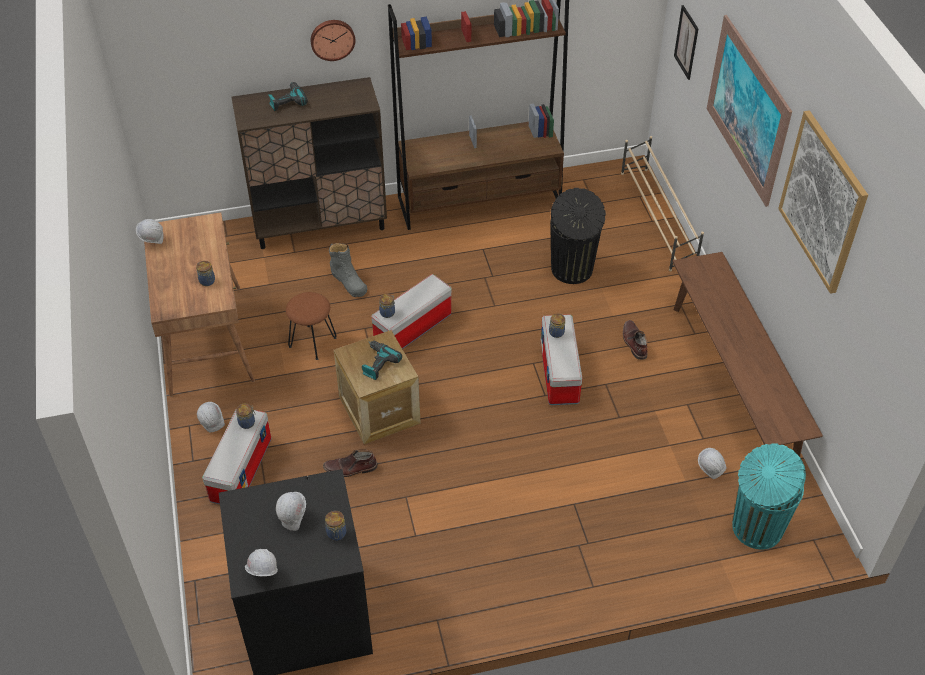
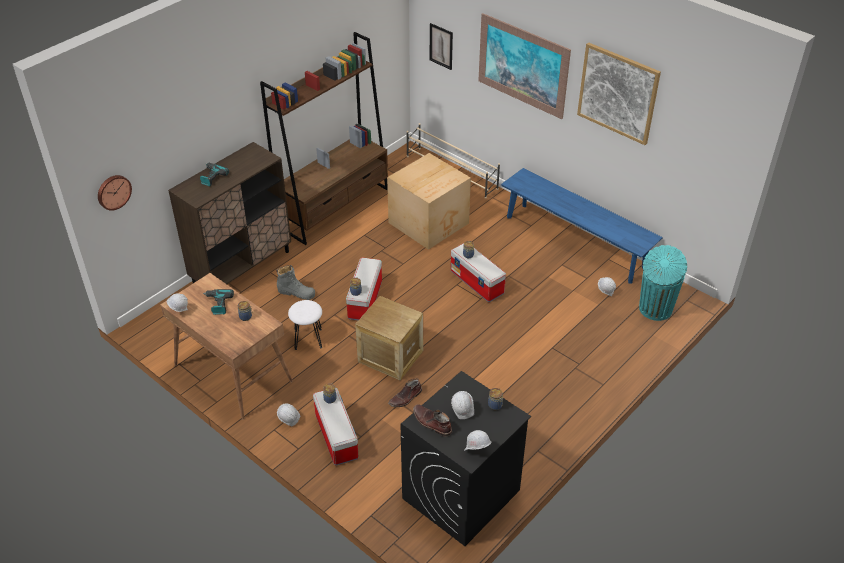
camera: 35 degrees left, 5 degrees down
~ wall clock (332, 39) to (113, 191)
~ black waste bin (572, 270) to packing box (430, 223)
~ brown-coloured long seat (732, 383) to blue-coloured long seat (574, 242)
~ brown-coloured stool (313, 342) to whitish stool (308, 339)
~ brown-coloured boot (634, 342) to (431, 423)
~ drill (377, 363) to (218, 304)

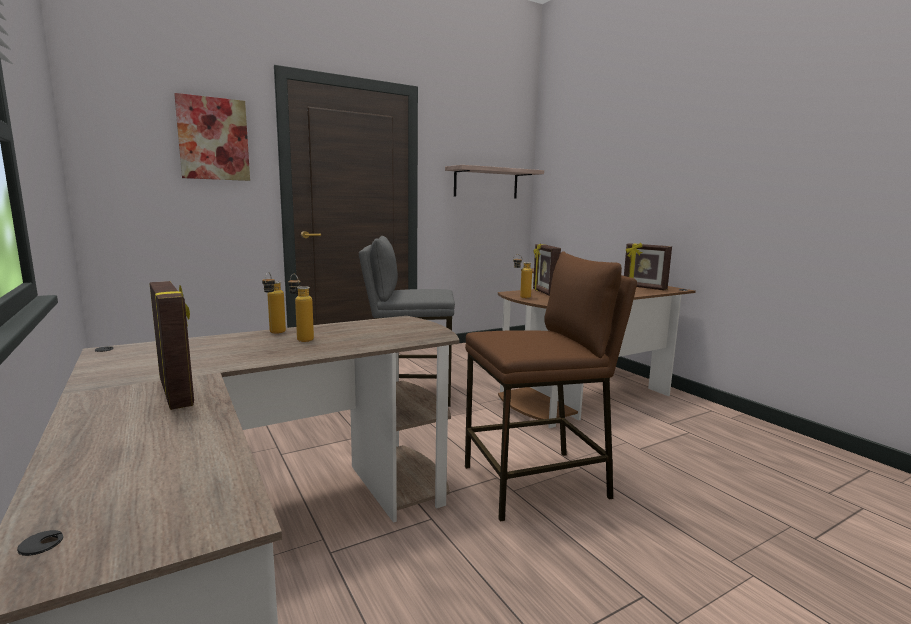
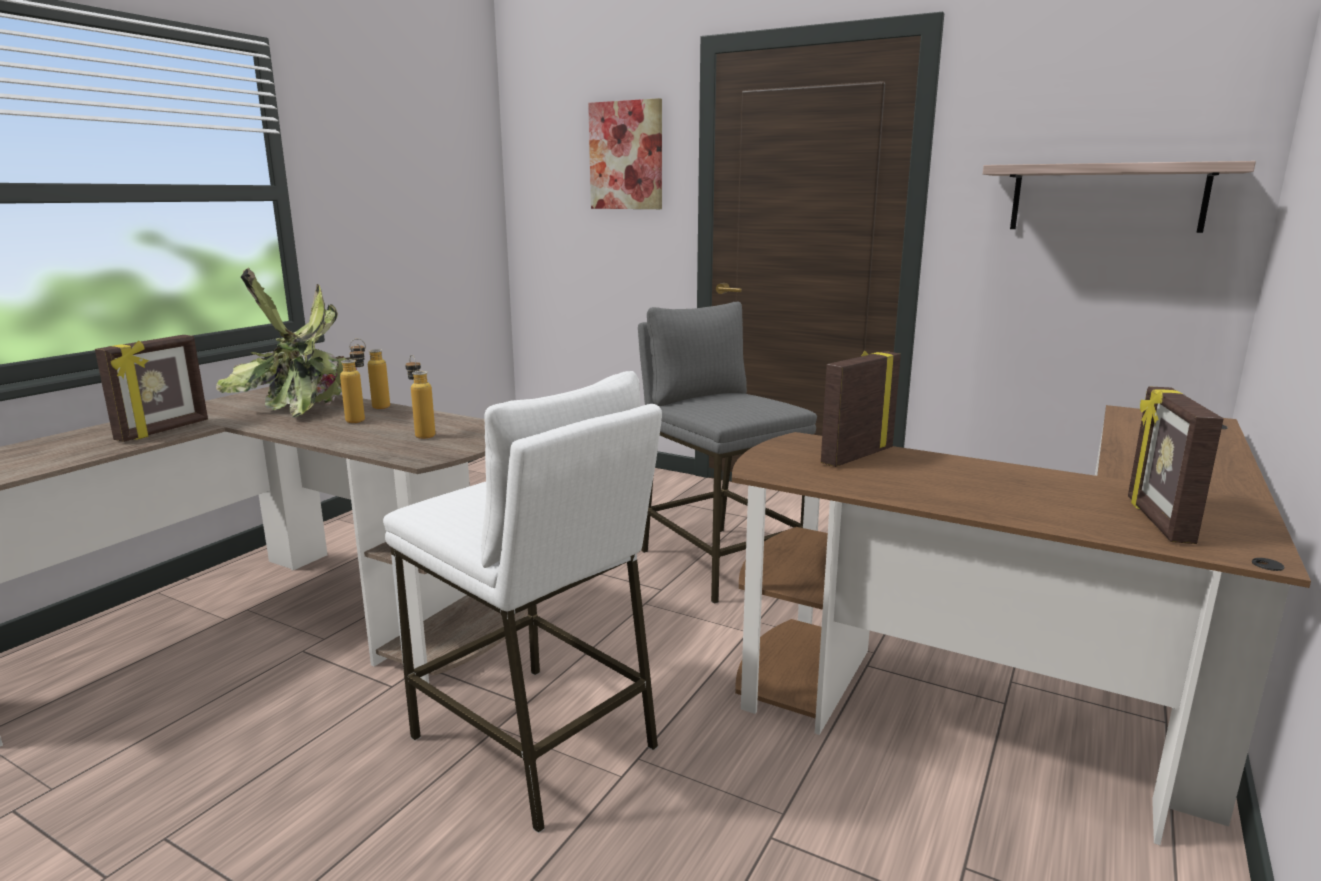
camera: 60 degrees right, 5 degrees up
~ brown-coloured stool (536, 483) to whitish stool (534, 742)
~ beverage bottle (521, 297) to (422, 434)
+ plant in a pot (303, 404)

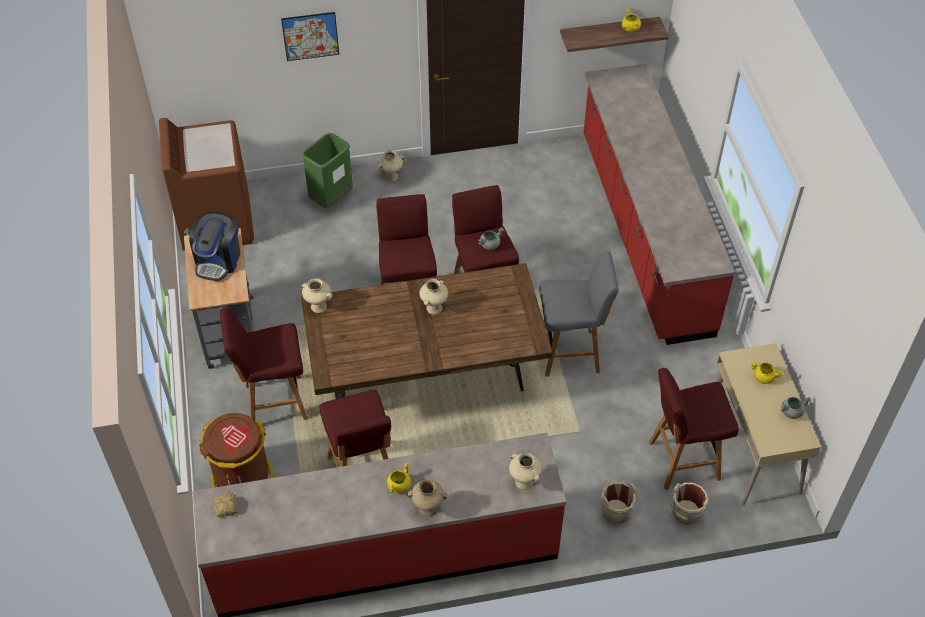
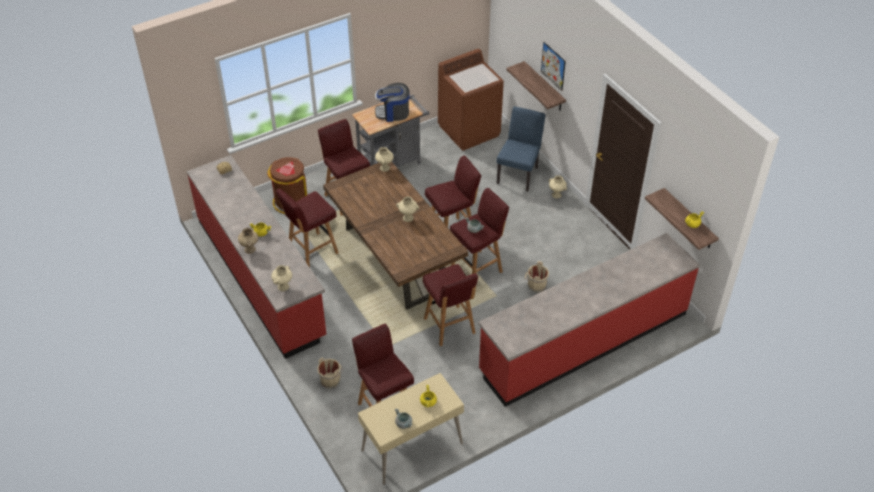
camera: 70 degrees right, 5 degrees down
~ green-coloured waste bin (331, 199) to blue-coloured plain chair (519, 173)
~ grey stool (571, 353) to red stool (449, 327)
~ beige bucket (685, 513) to (535, 285)
+ wall shelf (544, 87)

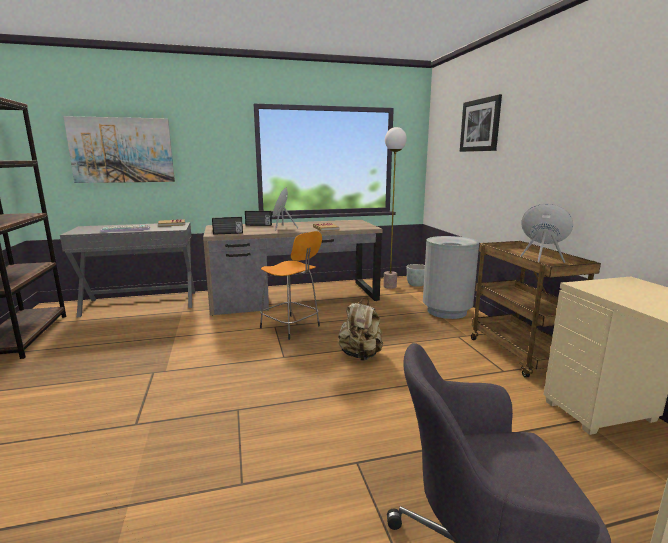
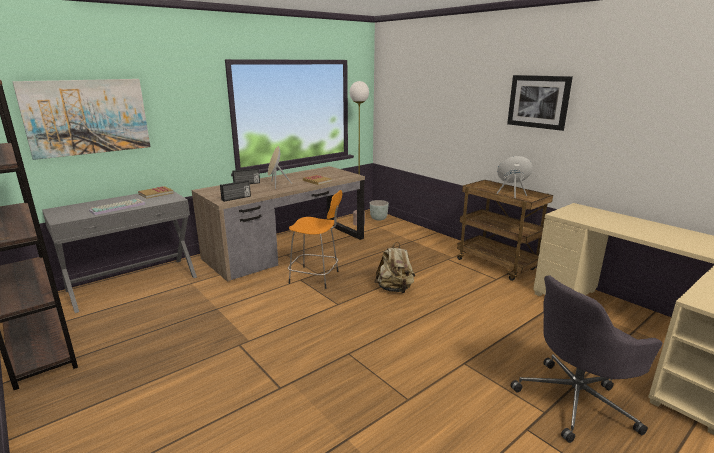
camera: 25 degrees left, 5 degrees up
~ picture (480, 125) to (538, 101)
- grey waste bin (446, 311)

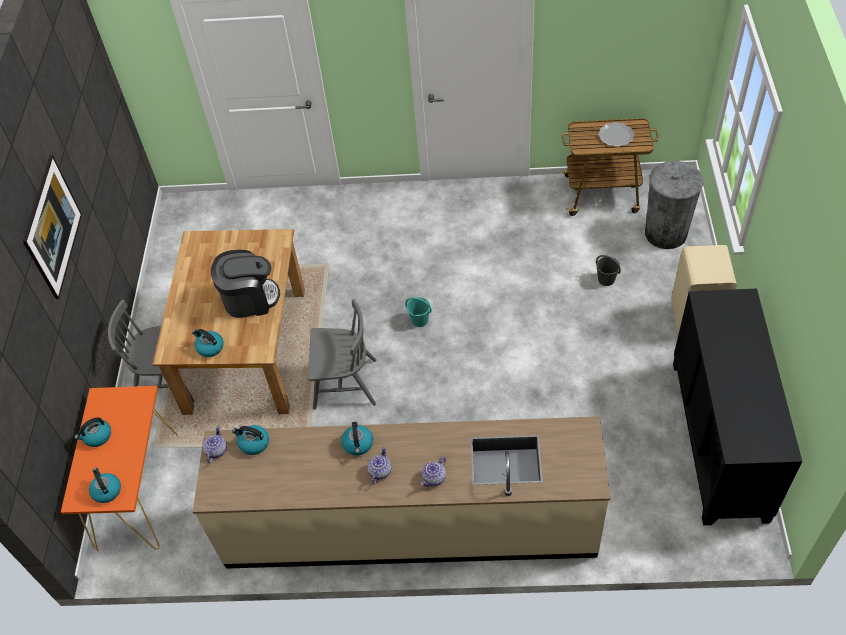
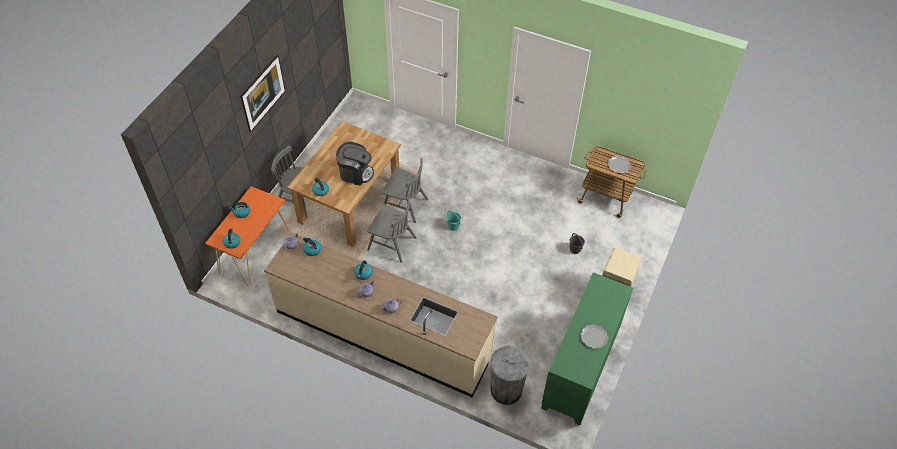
camera: 20 degrees right, 0 degrees up
~ grey waste bin (665, 233) to (506, 390)
~ black cupboard (719, 439) to green-coloured cupboard (581, 368)
+ grey plain chair (404, 205)
+ plate (593, 337)

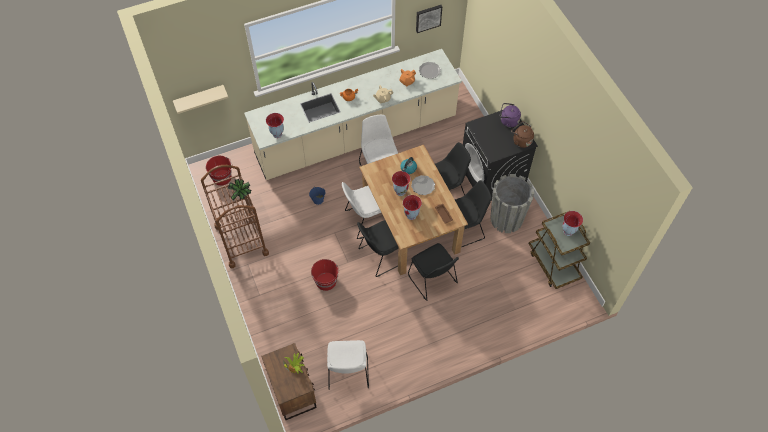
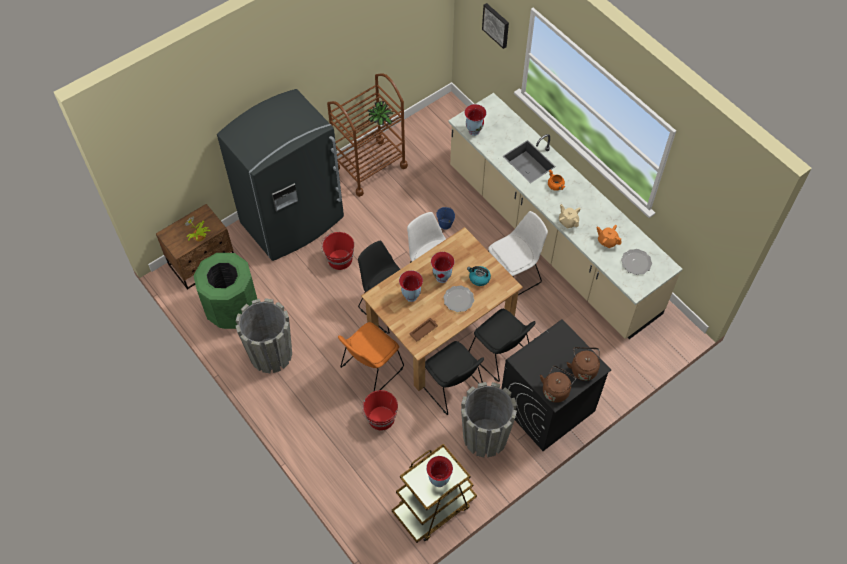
camera: 75 degrees right, 0 degrees up
~ picture (428, 18) to (496, 25)
- beige wall shelf (199, 98)
~ purple-coloured tea kettle (508, 121) to brown-coloured tea kettle (583, 368)
~ red bucket (222, 177) to (381, 418)
~ black plain chair (433, 280) to orangey plain chair (370, 369)
~ whitish plain chair (348, 373) to green-coloured waste bin (232, 309)
+ grey fridge (293, 221)
+ grey planter (271, 354)

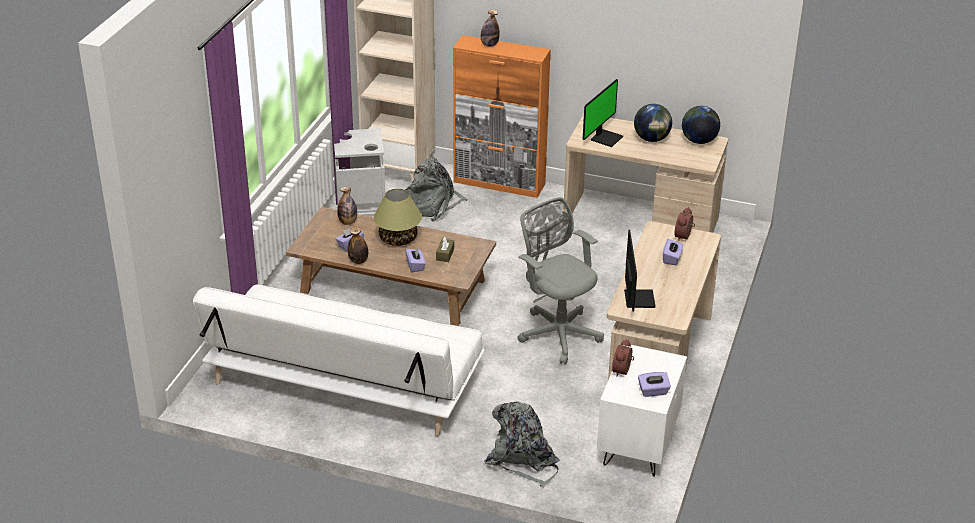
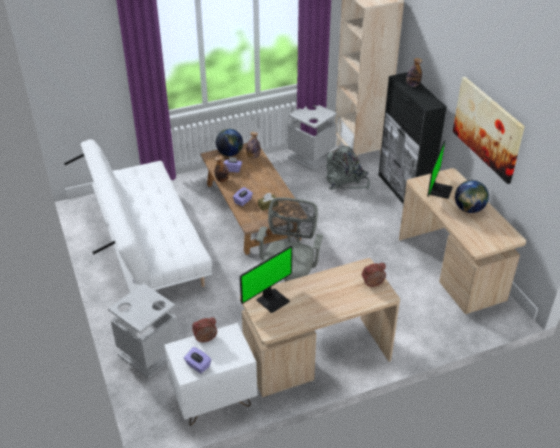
camera: 50 degrees right, 5 degrees up
~ orangey cupboard (499, 183) to black cupboard (403, 191)
~ computer screen (605, 138) = (439, 190) 60 degrees counterclockwise
~ desk globe (699, 141) to (230, 153)
- table lamp (398, 239)
- purple-coloured tissue holder (672, 259)
~ grey rucksack (523, 460) to grey waste bin (149, 353)
+ picture (487, 128)

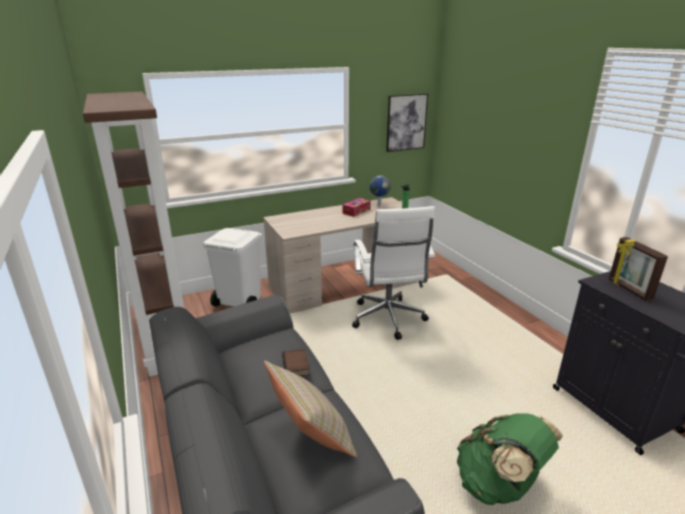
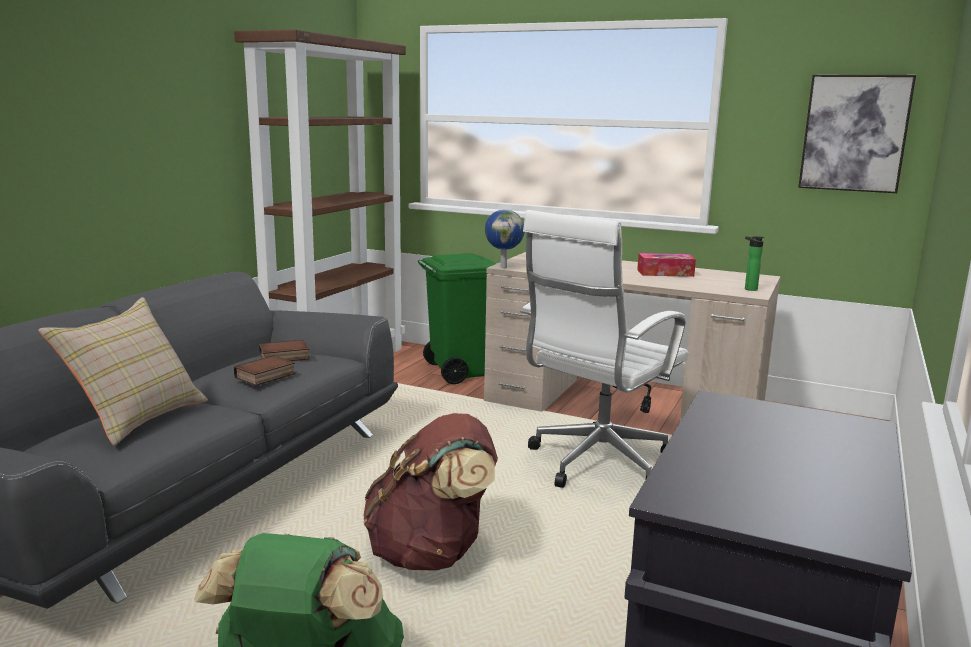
camera: 50 degrees right, 10 degrees down
~ desk globe (379, 205) to (503, 267)
~ whitish waste bin (239, 303) to green-coloured waste bin (459, 371)
- photo frame (629, 289)
+ volume (284, 357)
+ brown-coloured rucksack (432, 553)

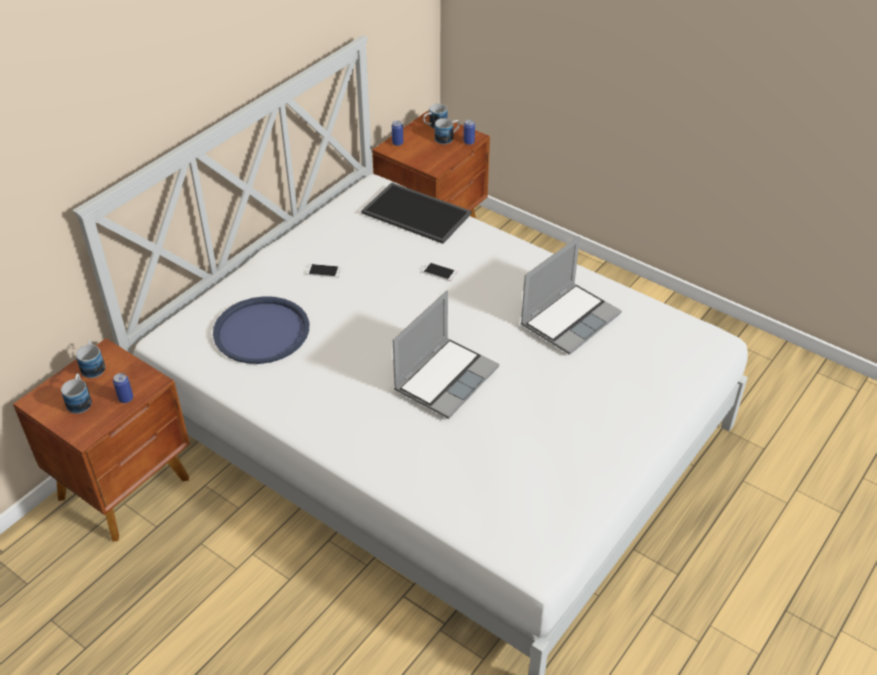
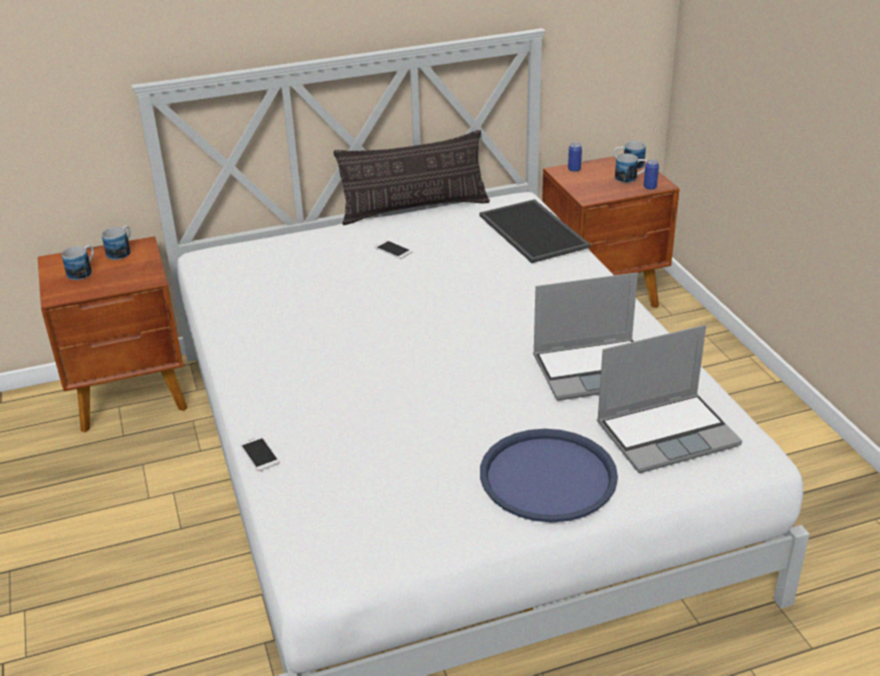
camera: 35 degrees right, 10 degrees down
~ phone (439, 272) to (259, 454)
~ notebook computer (446, 378) to (667, 433)
~ blue-coloured tray (261, 331) to (547, 476)
- sealed can (126, 398)
+ cushion (414, 209)

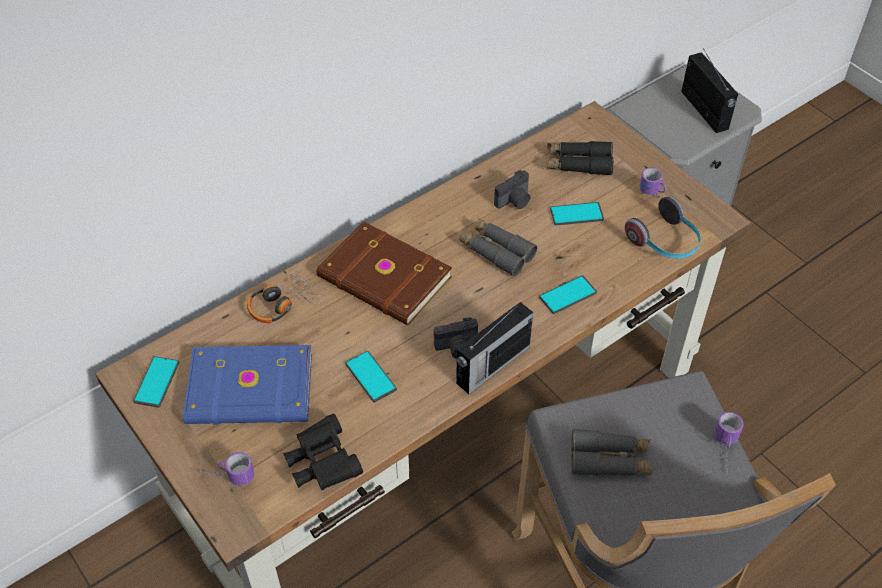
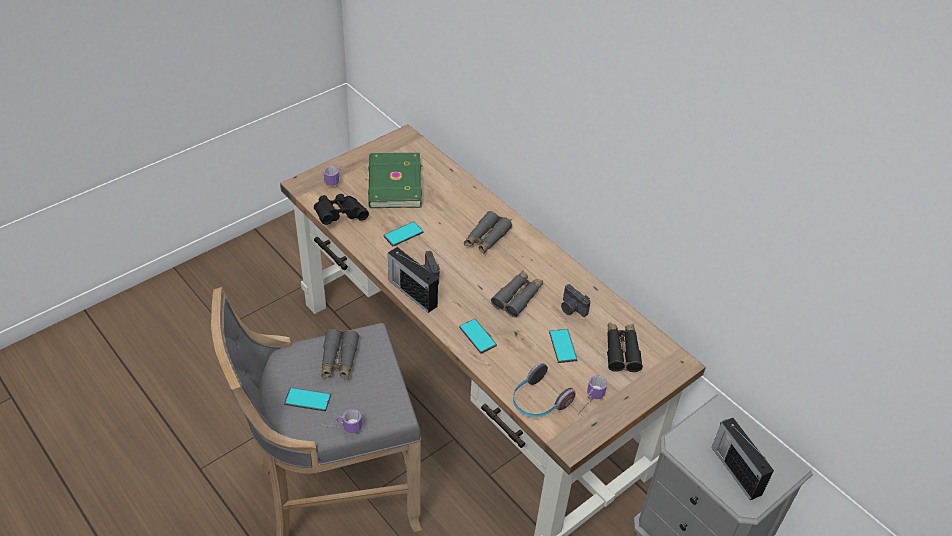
camera: 85 degrees right, 5 degrees down
~ radio set (705, 111) = (735, 469) 90 degrees clockwise
~ brown-coloured volume (384, 279) to grey pair of binoculars (486, 238)
- headset (282, 303)
~ blue-coloured volume (251, 391) to green-coloured volume (393, 184)
~ phone (157, 382) to (307, 400)

